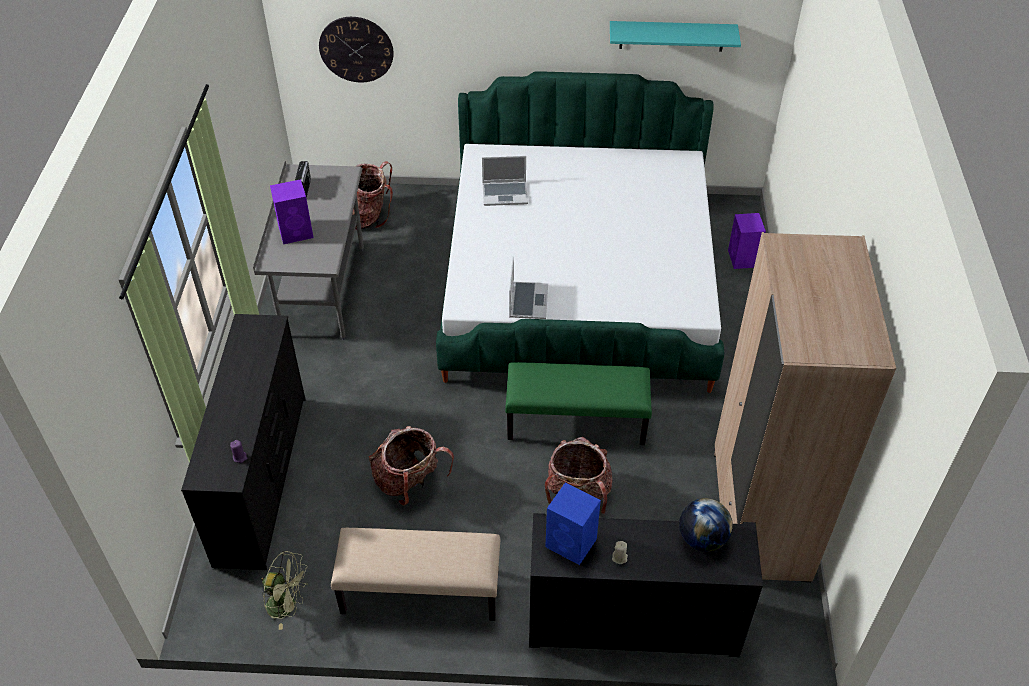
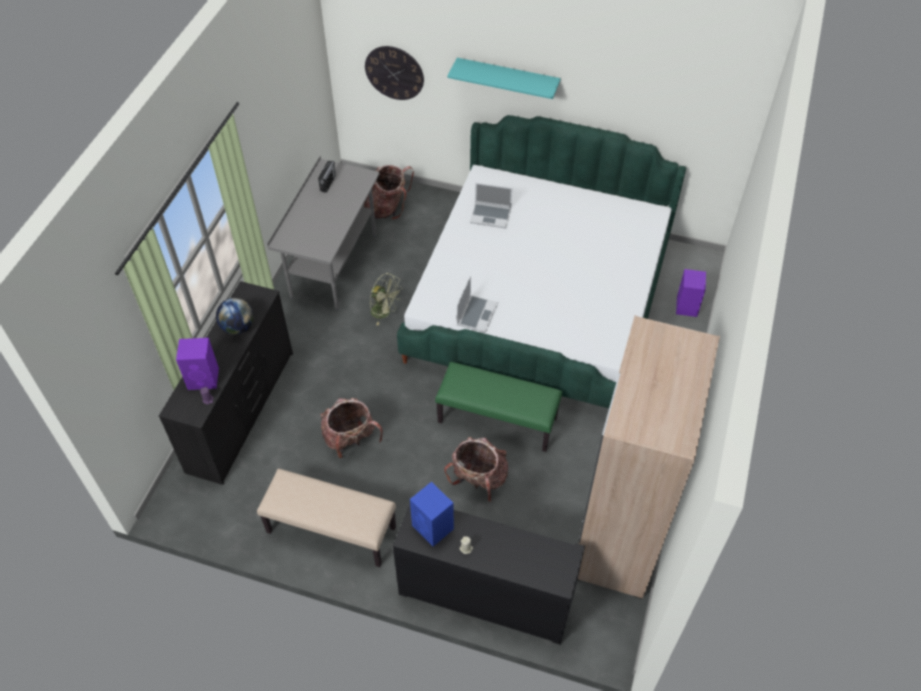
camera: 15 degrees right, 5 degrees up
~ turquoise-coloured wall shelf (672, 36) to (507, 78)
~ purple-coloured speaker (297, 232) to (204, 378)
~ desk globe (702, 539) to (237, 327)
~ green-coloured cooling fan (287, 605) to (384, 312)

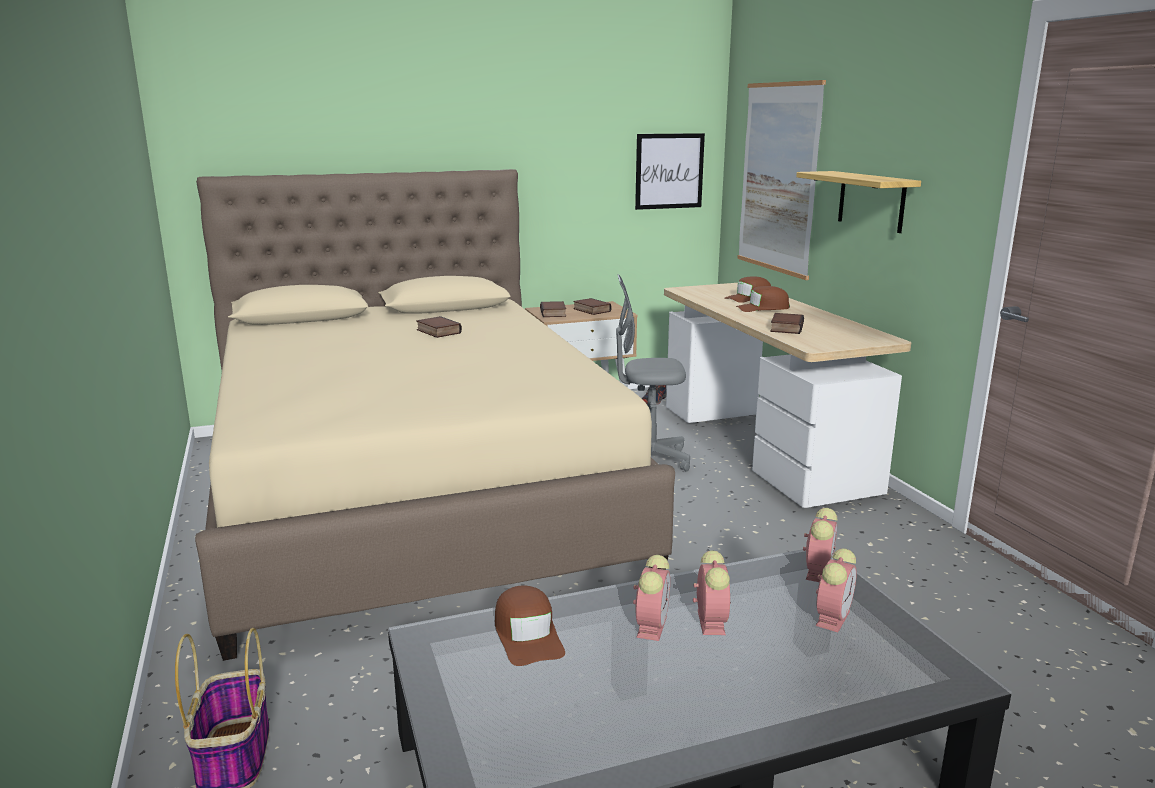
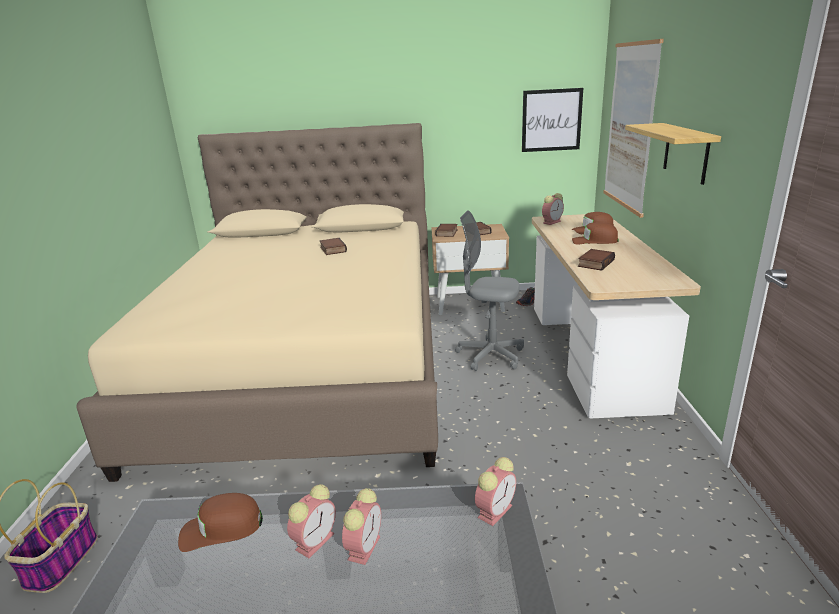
camera: 20 degrees right, 5 degrees up
~ alarm clock (832, 617) to (552, 222)
~ brown-coloured baseball cap (528, 635) = (221, 529) 75 degrees clockwise

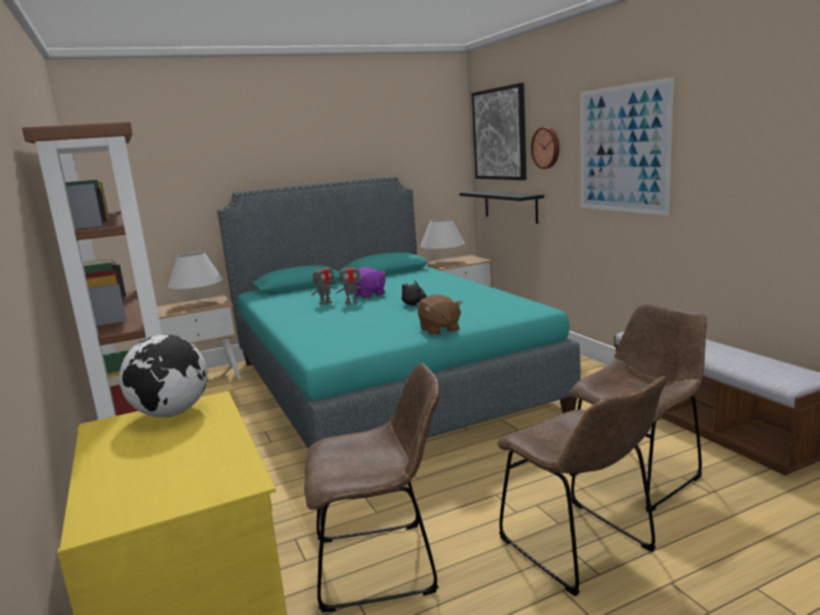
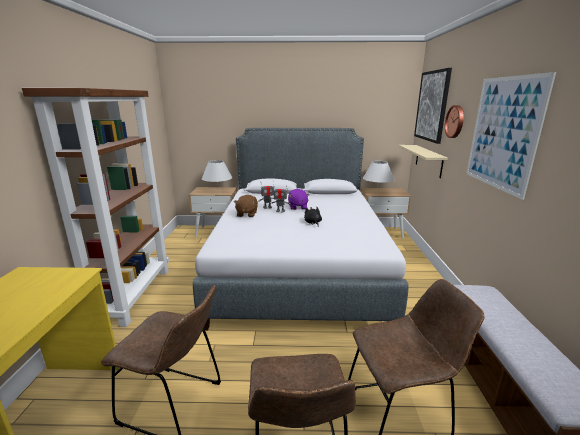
camera: 25 degrees right, 5 degrees up
~ turquoise-coloured bedroom bed (383, 384) to grey bedroom bed (298, 265)
~ black wall shelf (510, 206) to beige wall shelf (428, 160)
~ brown-coloured plush toy (439, 330) to (246, 214)
- desk globe (171, 413)

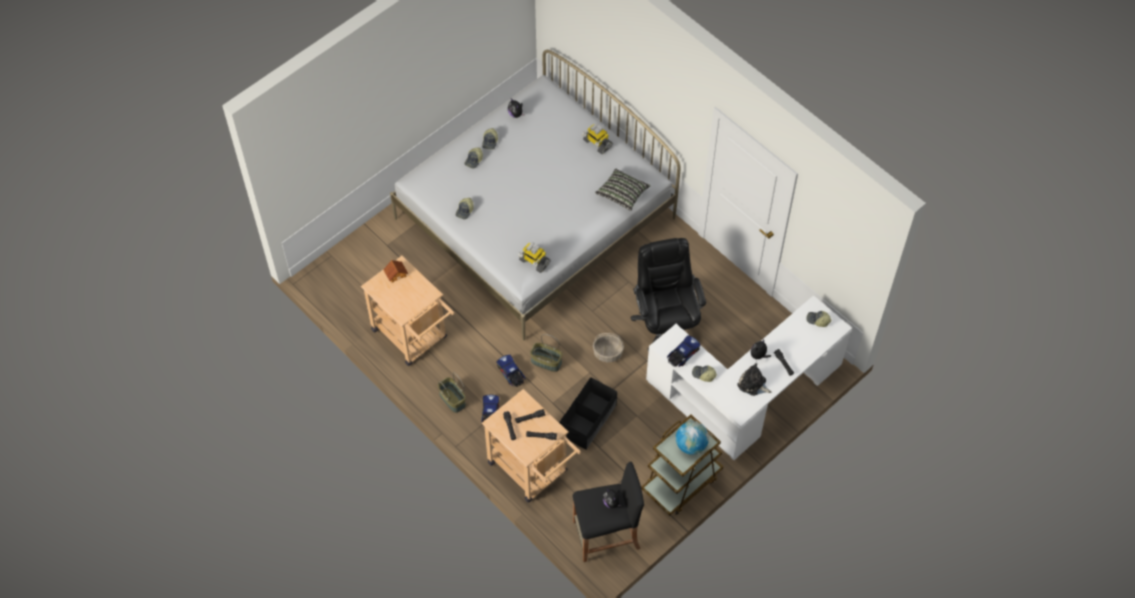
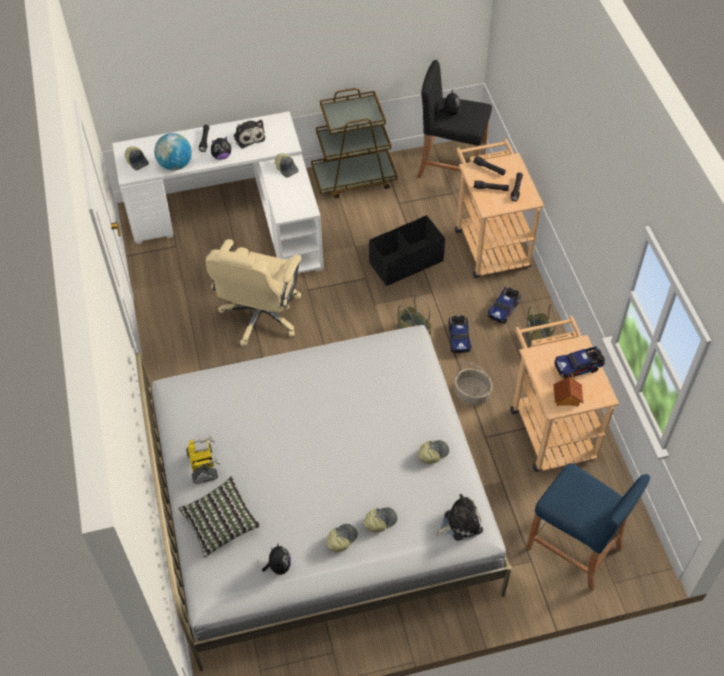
camera: 150 degrees left, 5 degrees down
~ cushion (622, 194) to (220, 523)
~ black office chair (665, 323) to beige office chair (261, 316)
- robot figure (534, 262)
~ household basket (607, 353) to (472, 393)
~ toy truck (682, 355) to (579, 367)
~ desk globe (691, 445) to (175, 165)
+ blue-coloured stool (574, 548)
+ plush toy (460, 523)

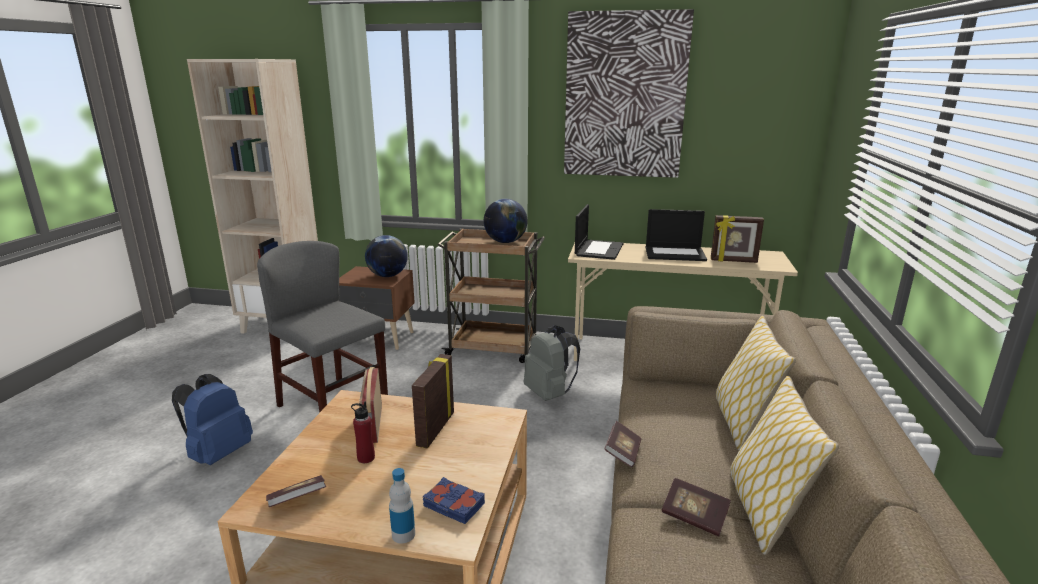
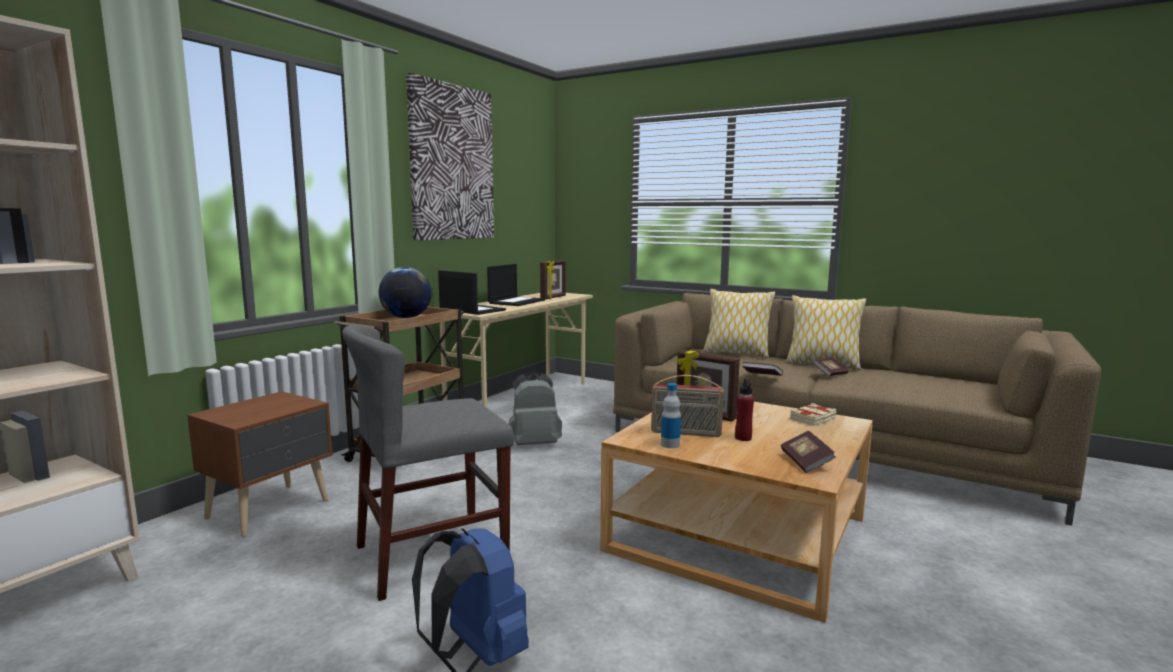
camera: 70 degrees left, 10 degrees down
- desk globe (387, 276)
~ beverage bottle (403, 534) to (670, 444)
~ blue-coloured volume (453, 505) to beige volume (813, 419)

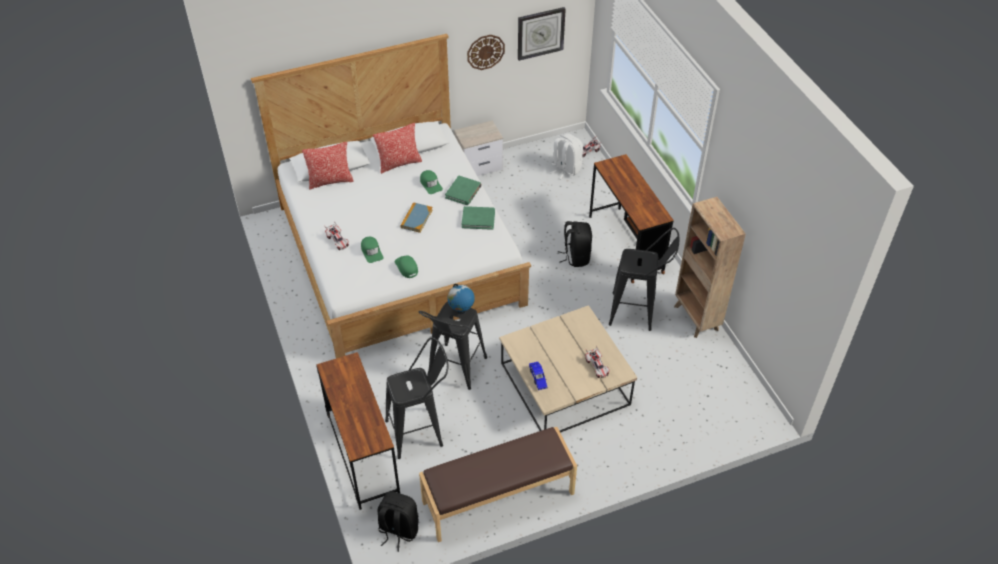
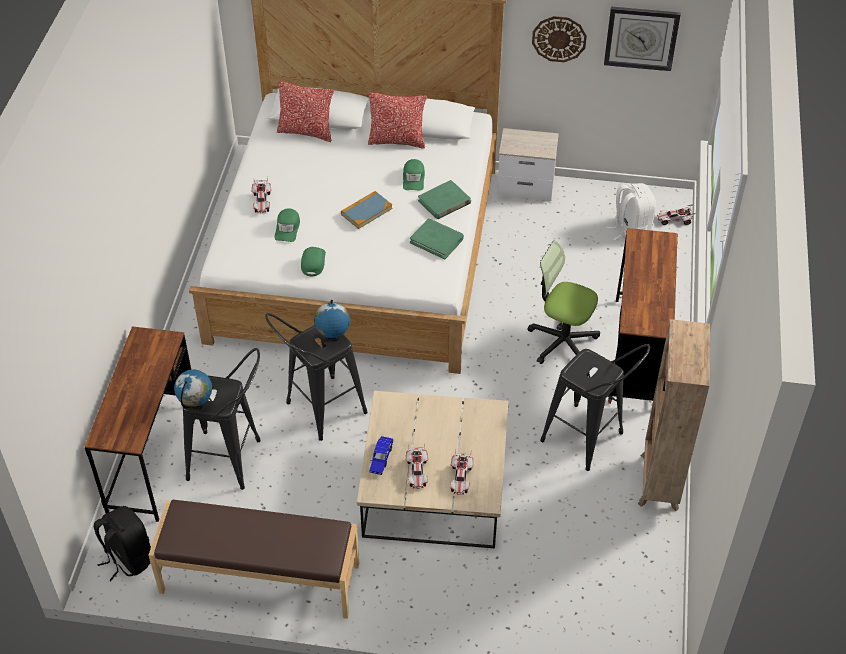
camera: 30 degrees right, 0 degrees up
~ black rucksack (576, 257) to office chair (562, 341)
+ desk globe (196, 405)
+ toy car (417, 472)

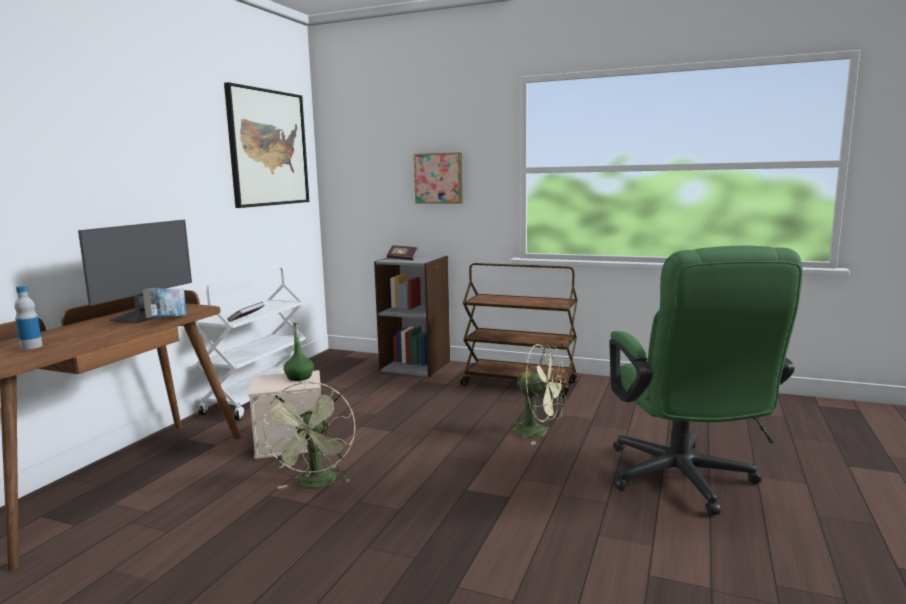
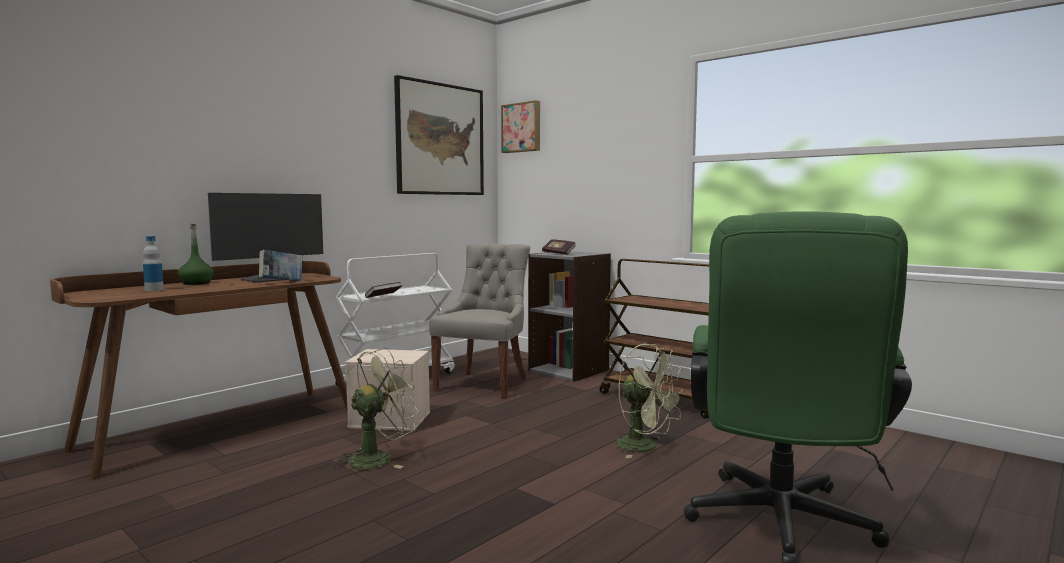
camera: 20 degrees right, 5 degrees down
~ picture (439, 178) to (522, 127)
~ green-coloured beverage bottle (299, 377) to (196, 283)
~ green-coloured cooling fan (316, 485) = (378, 458) 150 degrees counterclockwise
+ grey plain chair (484, 384)

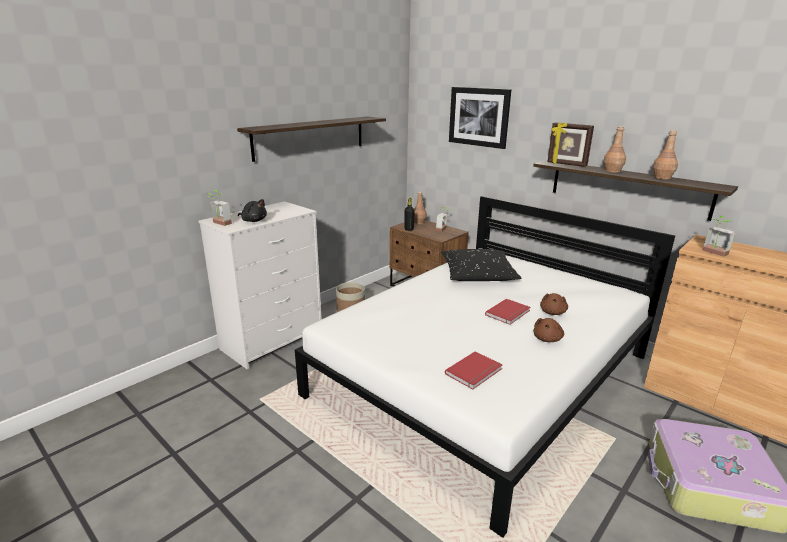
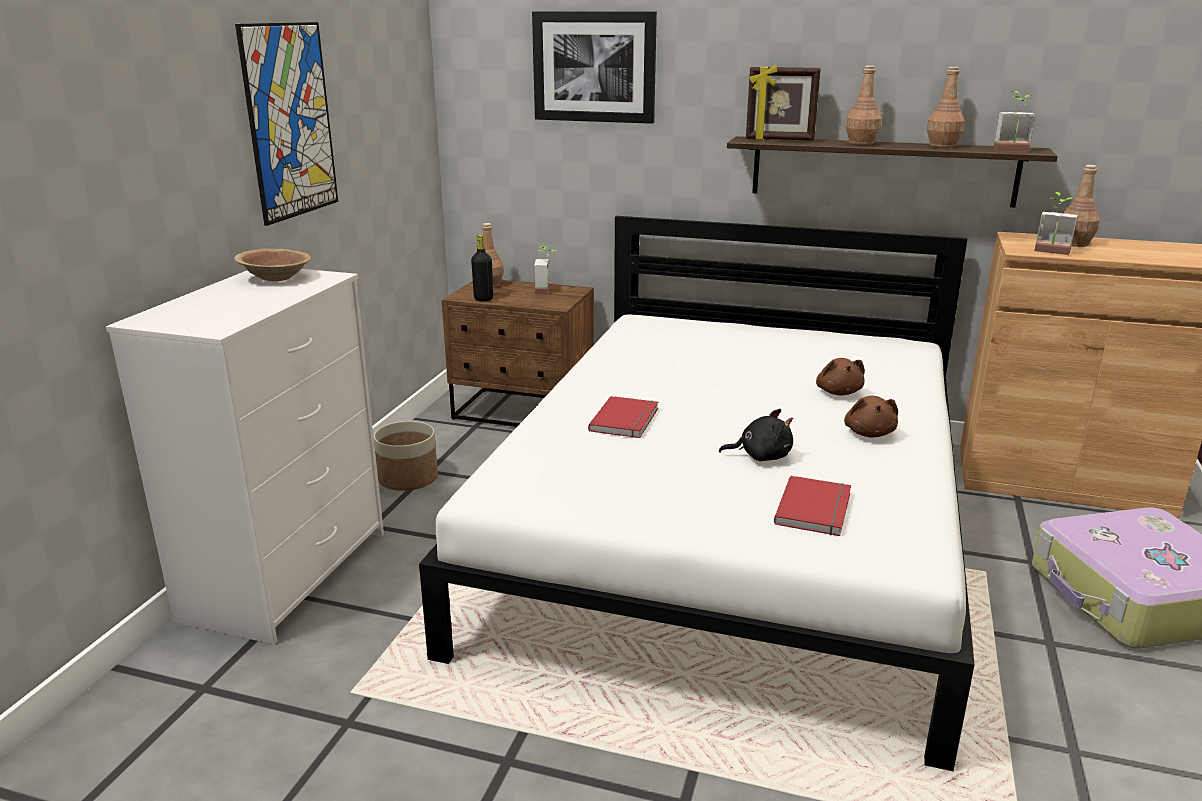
camera: 25 degrees left, 0 degrees up
~ wall shelf (310, 137) to picture (290, 121)
~ plant in a pot (219, 224) to (1012, 151)
~ black plush toy (253, 221) to (761, 456)
- black cushion (478, 274)
~ red volume (509, 313) to (627, 420)
+ brown-coloured beverage bottle (1074, 243)
+ brown-coloured deep dish (276, 278)

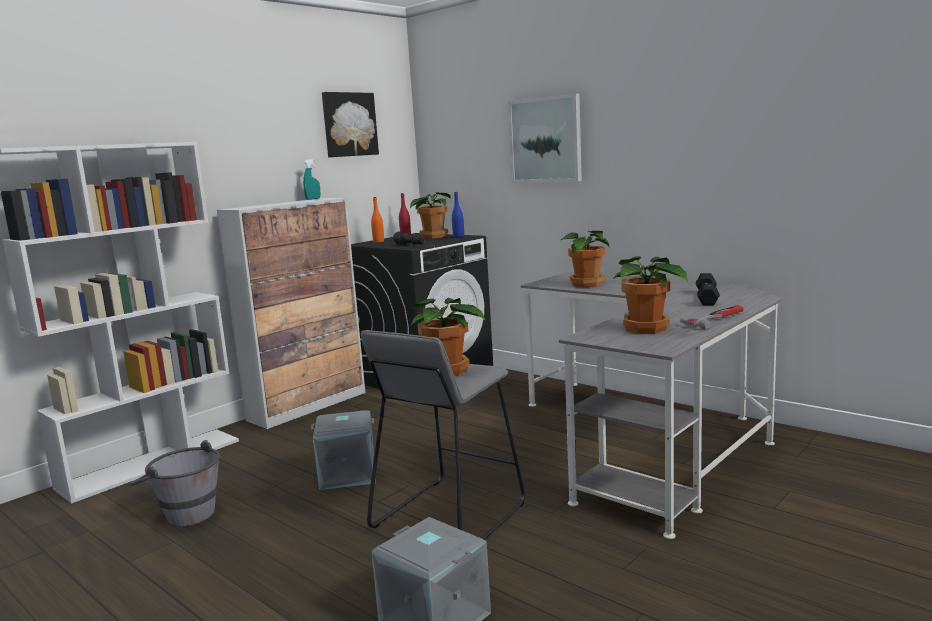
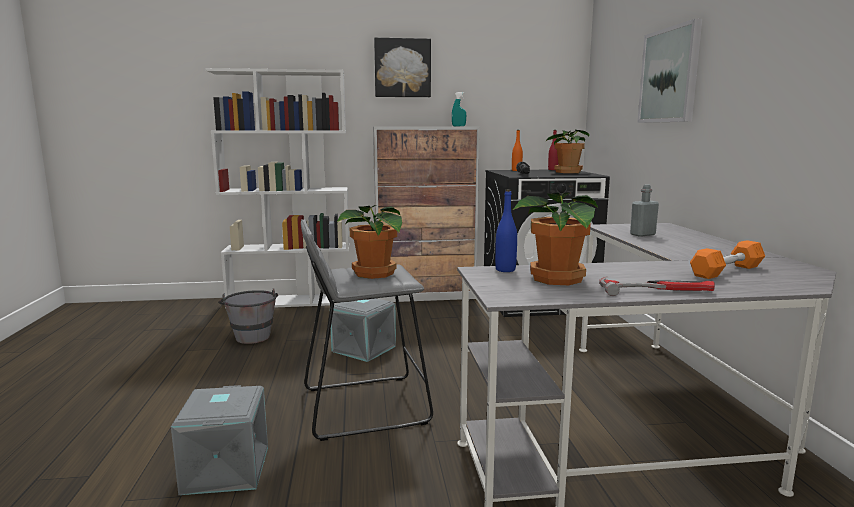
camera: 40 degrees right, 0 degrees up
~ picture (349, 124) to (402, 68)
~ blue-coloured beverage bottle (458, 237) to (505, 270)
~ plant in a pot (586, 284) to grey beverage bottle (642, 234)
~ black free weight (707, 298) to orangey free weight (726, 271)

